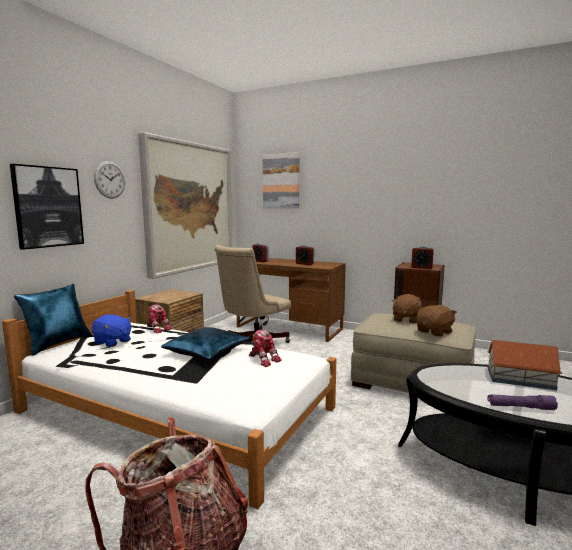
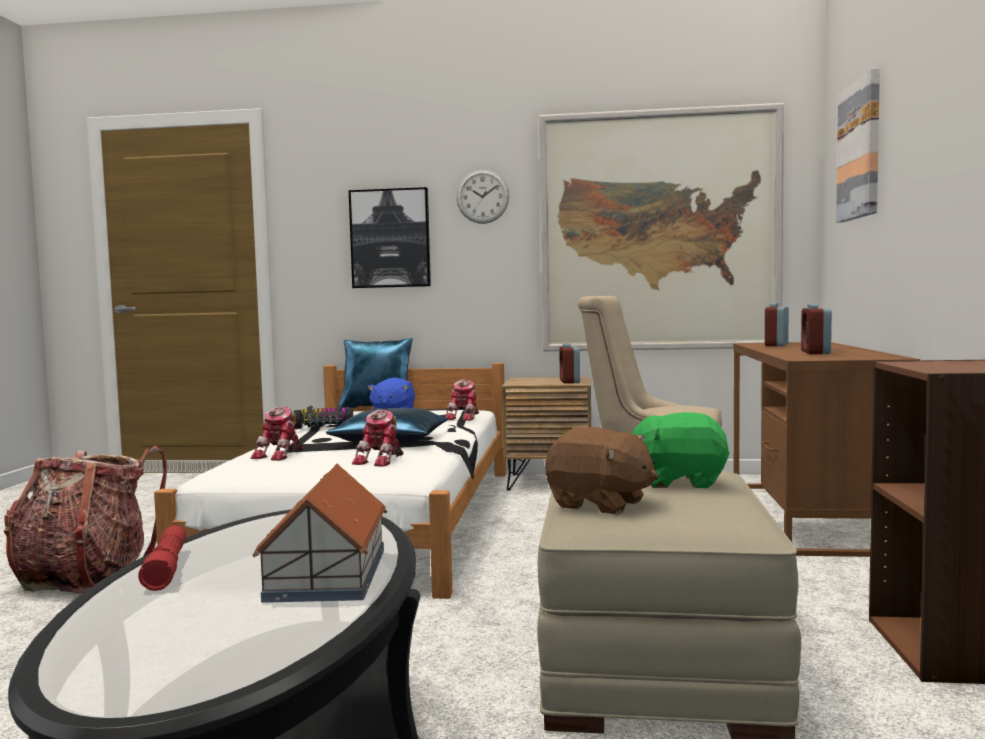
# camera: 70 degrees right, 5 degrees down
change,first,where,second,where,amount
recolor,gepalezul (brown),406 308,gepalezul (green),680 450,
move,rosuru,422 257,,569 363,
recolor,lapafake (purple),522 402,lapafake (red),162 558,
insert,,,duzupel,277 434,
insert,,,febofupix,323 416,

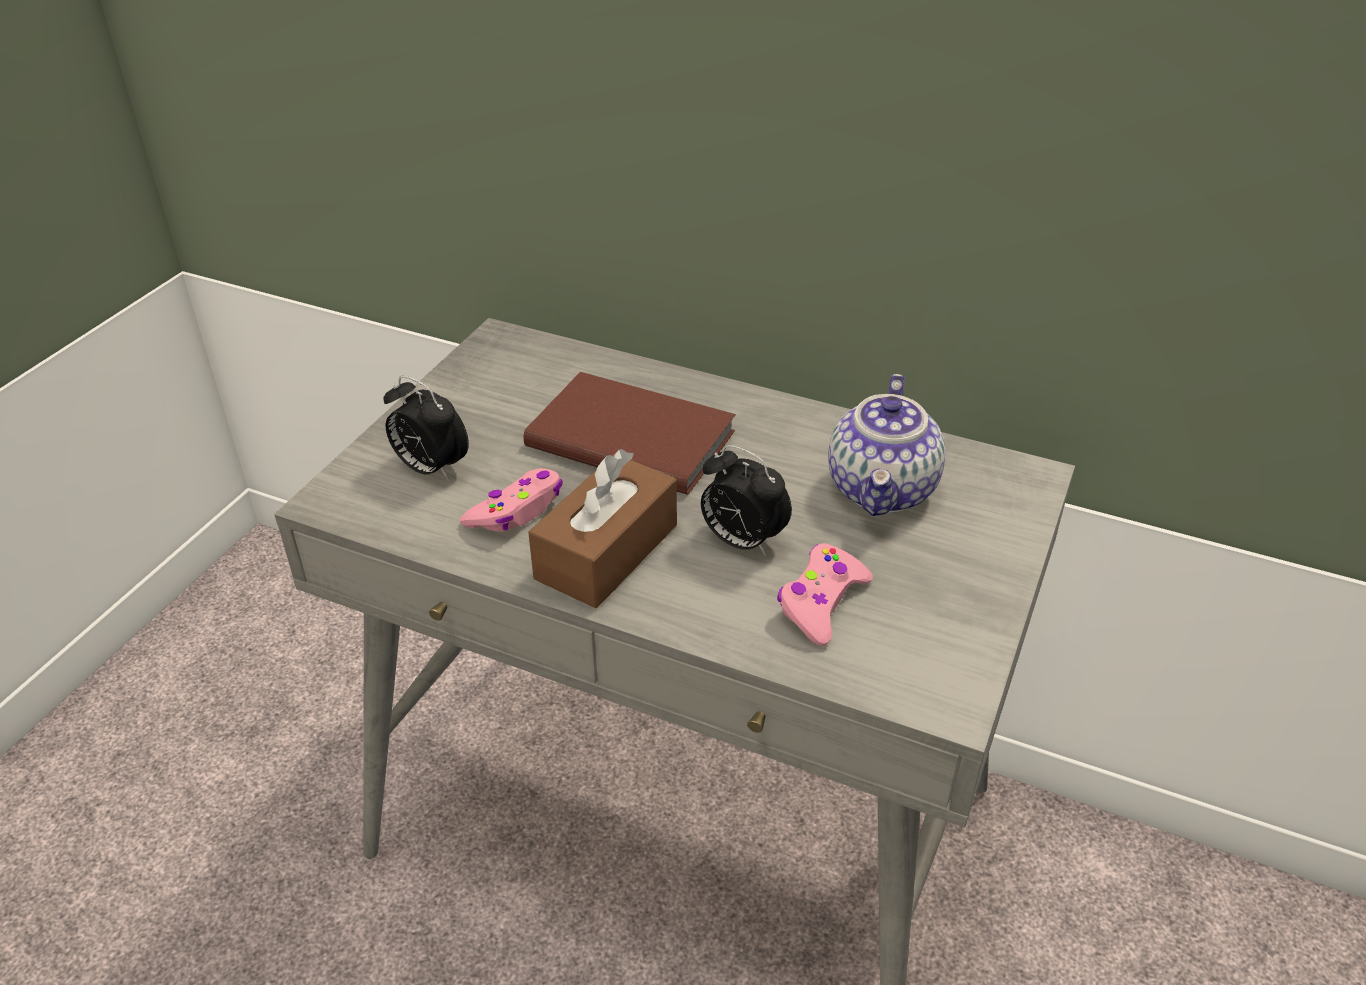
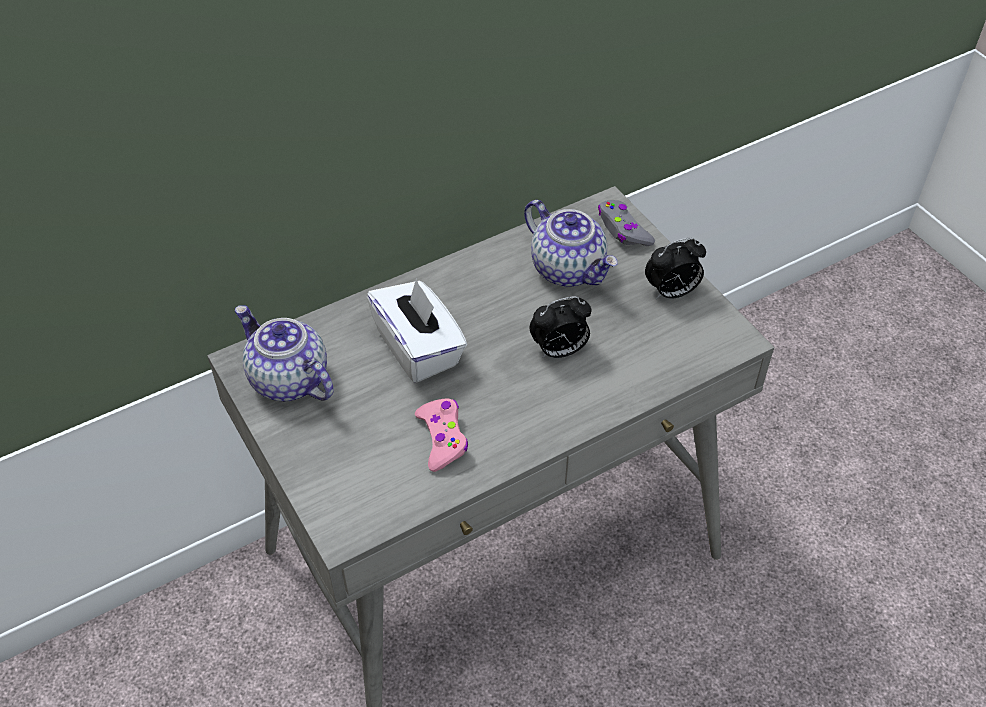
# camera: 55 degrees left, 10 degrees up
change,first,where,second,where,amount
move,rosuru,426 428,,675 268,
replace,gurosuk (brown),629 433,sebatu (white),417 330,
delete,sebatu (brown),602 528,,,
delete,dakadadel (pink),825 594,,,
insert,,,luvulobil,284 353,
insert,,,dakadadel (grey),626 223,

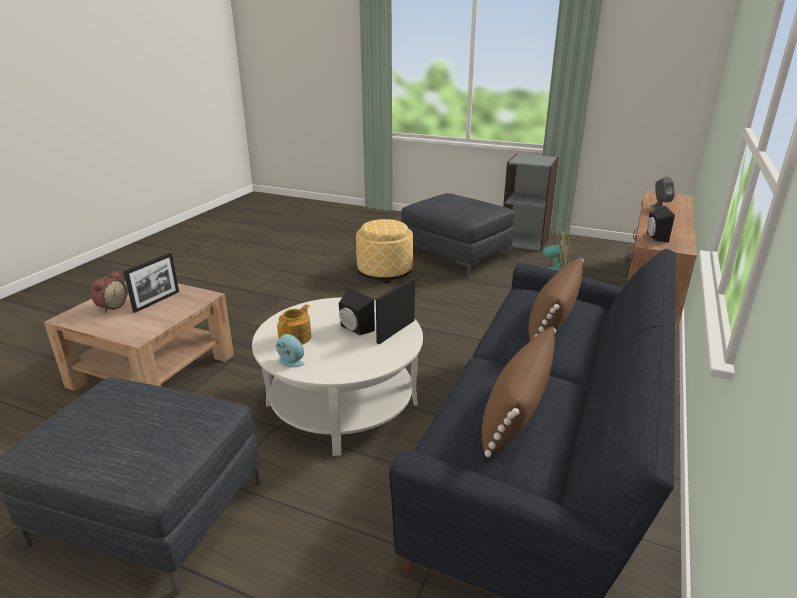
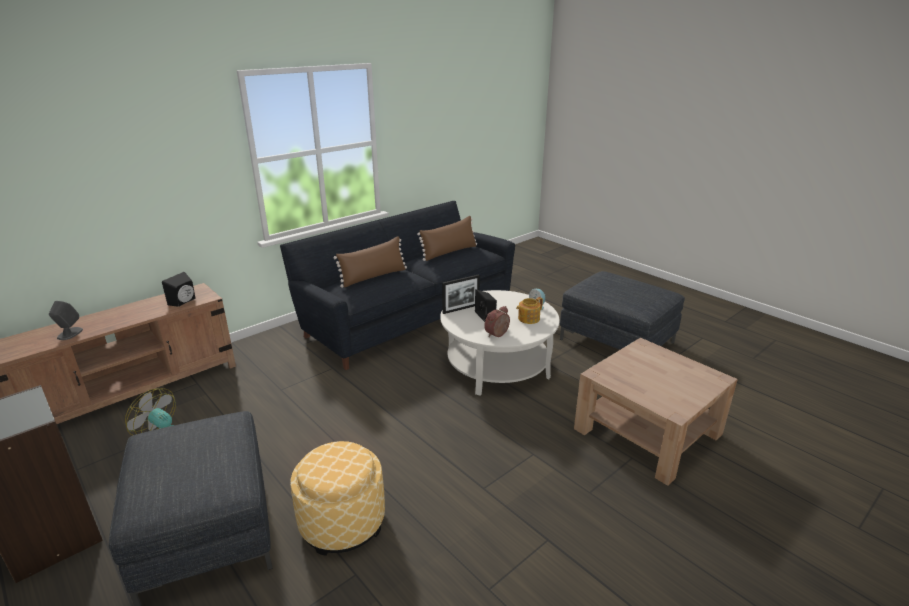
# camera: 155 degrees left, 0 degrees up
change,first,where,second,where,amount
move,rosuru,109 292,,497 321,
delete,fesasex,151 283,,,

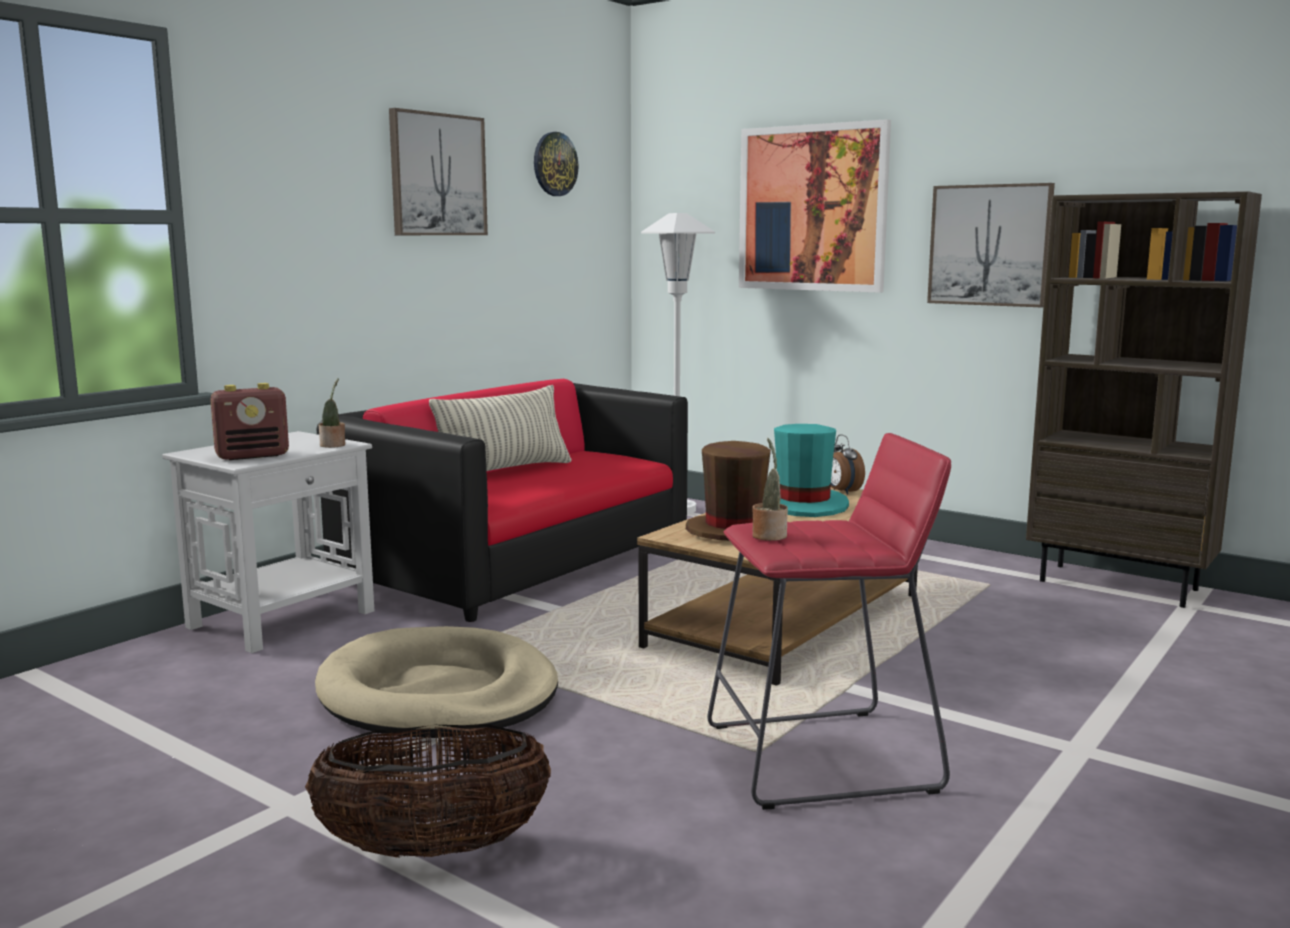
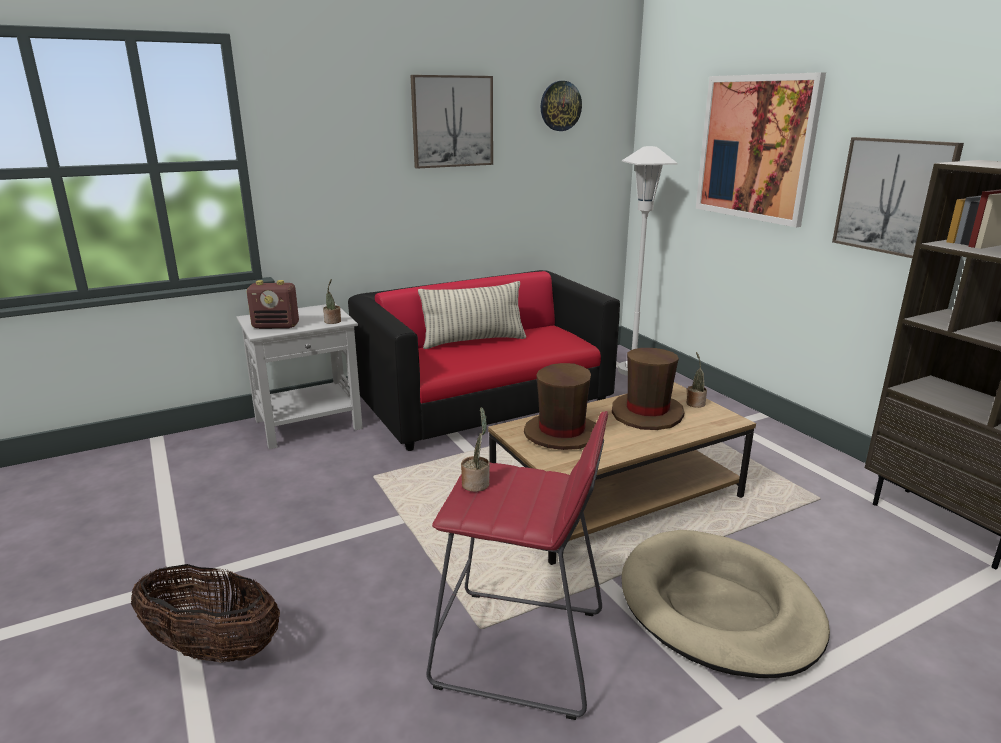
# camera: 25 degrees right, 10 degrees up
change,first,where,second,where,amount
move,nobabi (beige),436 682,,726 604,
recolor,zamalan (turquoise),811 470,zamalan (brown),648 389,
replace,rosuru,848 464,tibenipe,697 380,

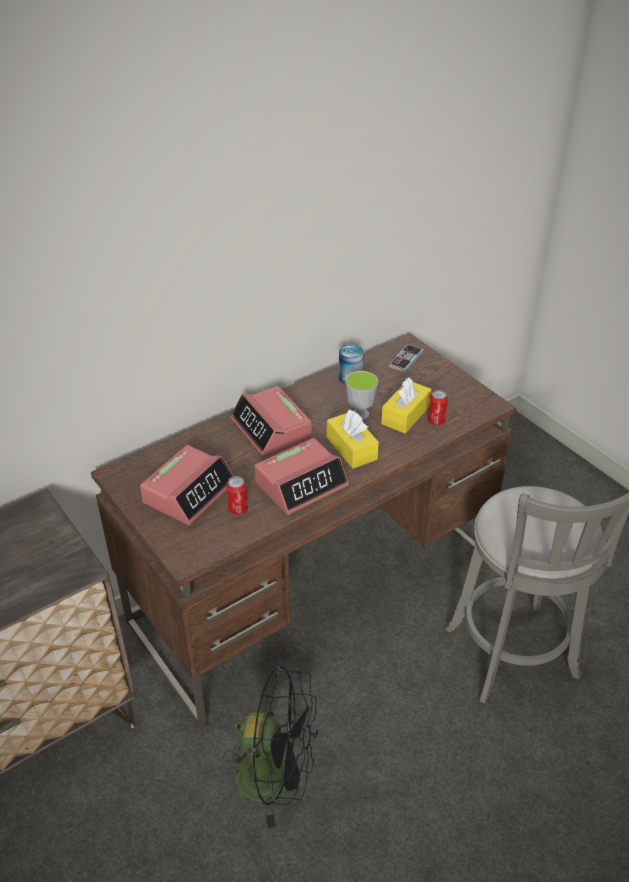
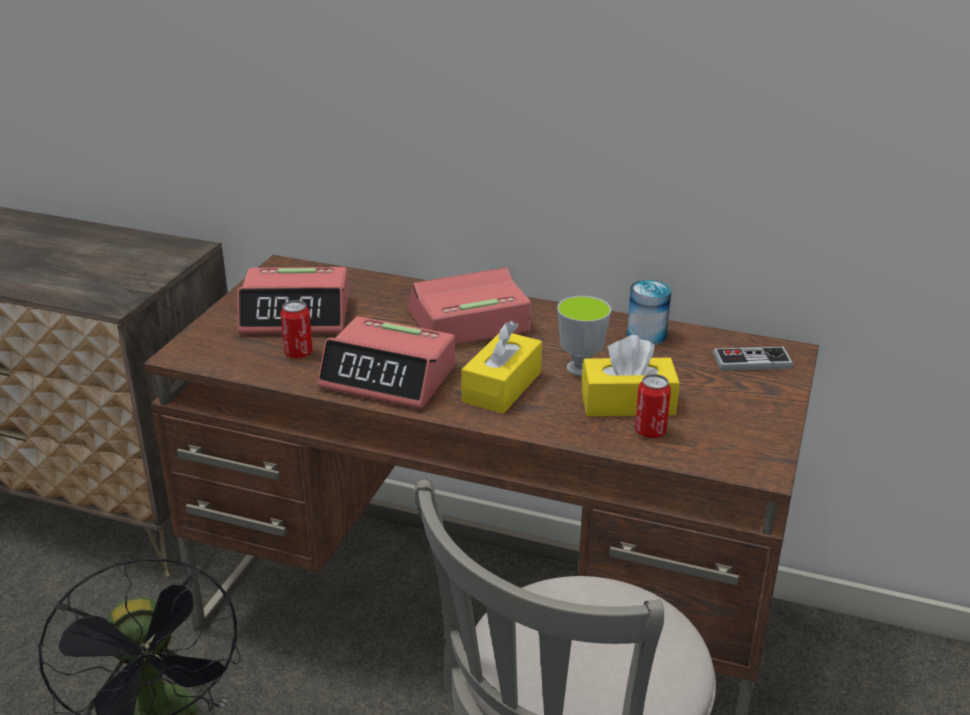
# camera: 55 degrees right, 10 degrees down
change,first,where,second,where,amount
rotate,rosuru,271 421,,469 306,45 degrees clockwise

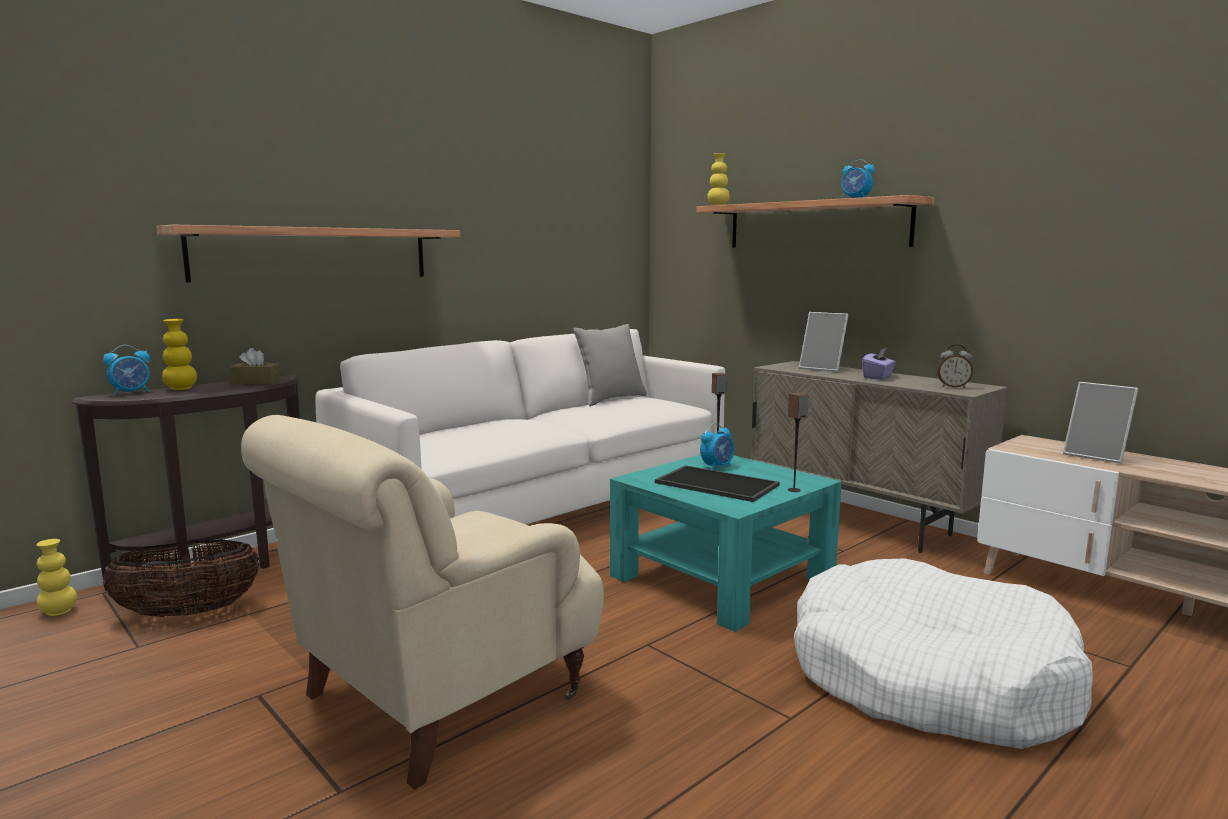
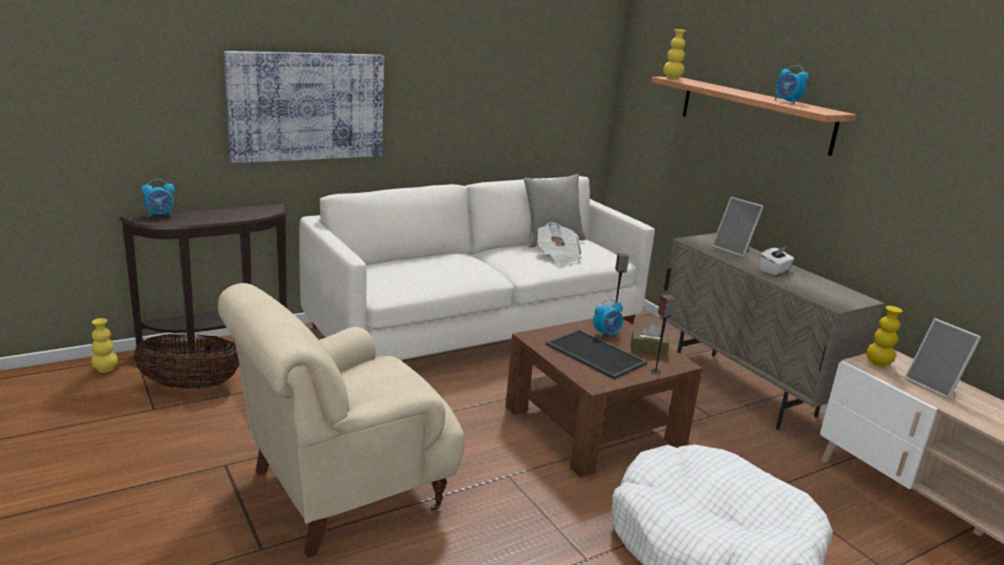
# camera: 10 degrees right, 10 degrees up
change,first,where,second,where,amount
replace,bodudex,308 254,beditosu,304 107,
move,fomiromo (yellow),179 354,,884 336,
move,sebatu (brown),254 366,,650 340,
recolor,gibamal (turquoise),725 543,gibamal (brown),604 398,
recolor,sebatu (purple),879 364,sebatu (white),777 260,
delete,rosuru,955 366,,,
insert,,,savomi,559 243,

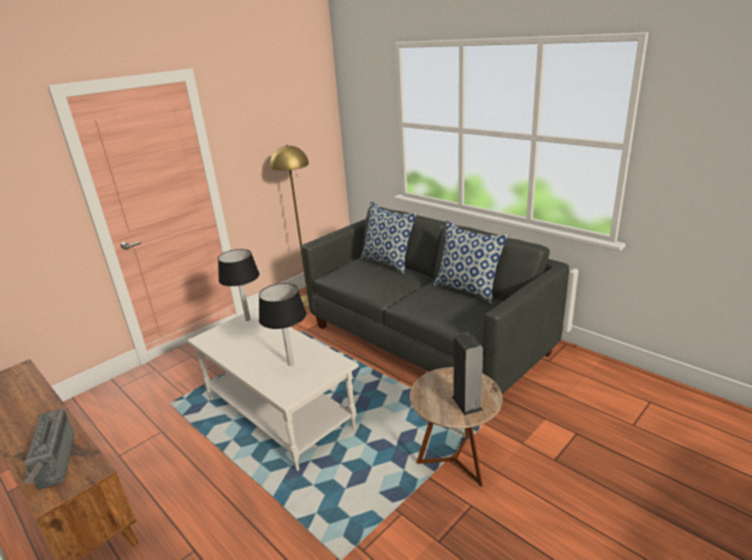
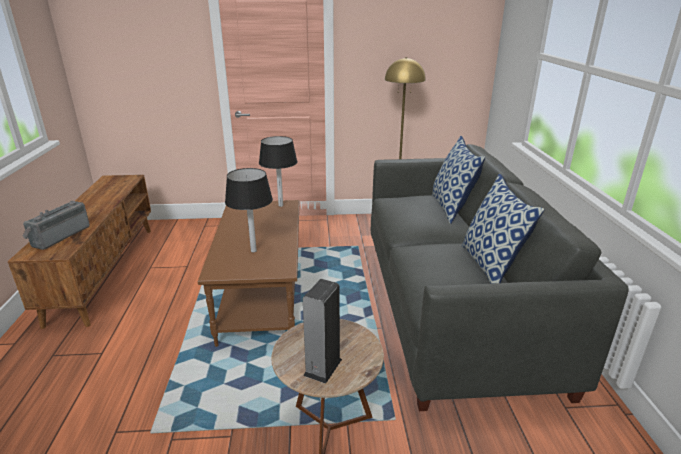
# camera: 40 degrees right, 0 degrees up
change,first,where,second,where,amount
recolor,gibamal (white),273 389,gibamal (brown),248 273,

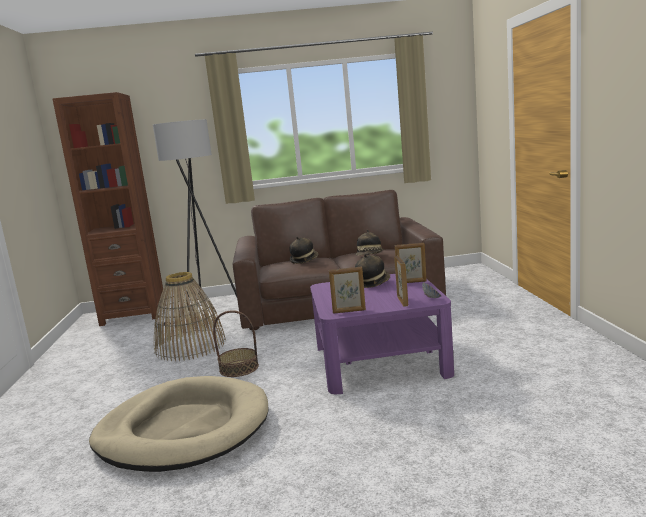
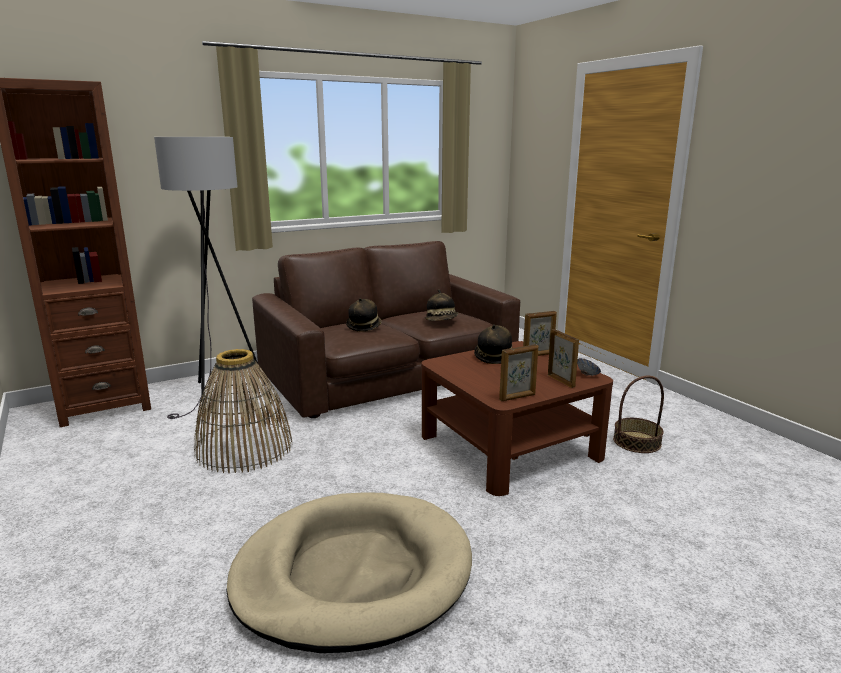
# camera: 25 degrees left, 5 degrees up
change,first,where,second,where,amount
move,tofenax,236 343,,638 414,
recolor,gibamal (purple),382 334,gibamal (brown),517 418,

